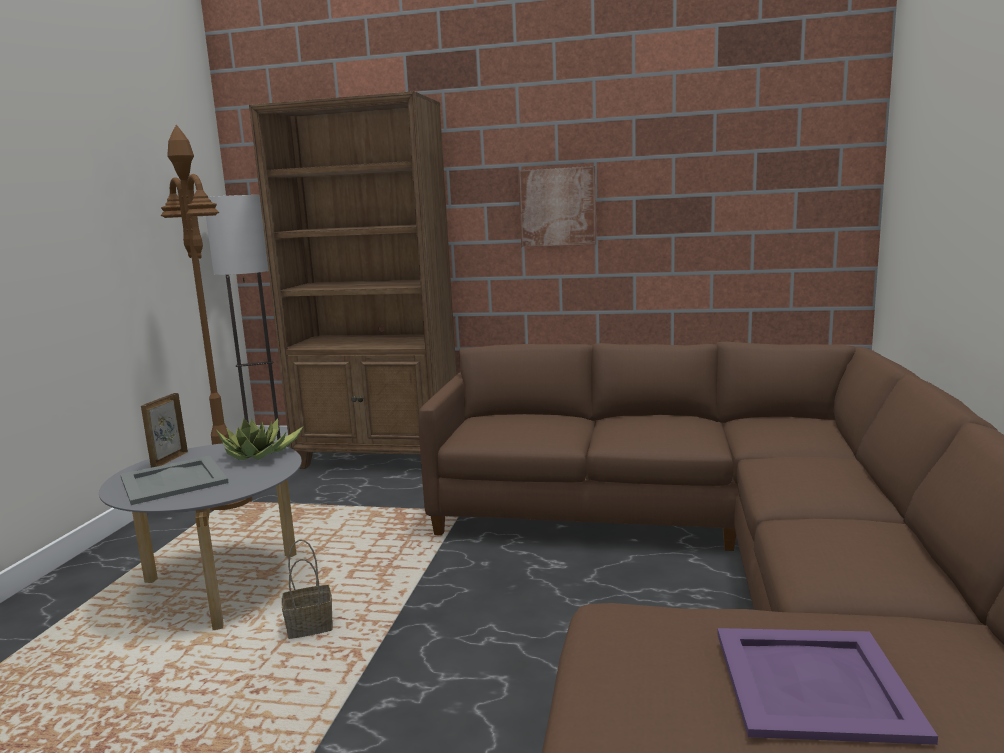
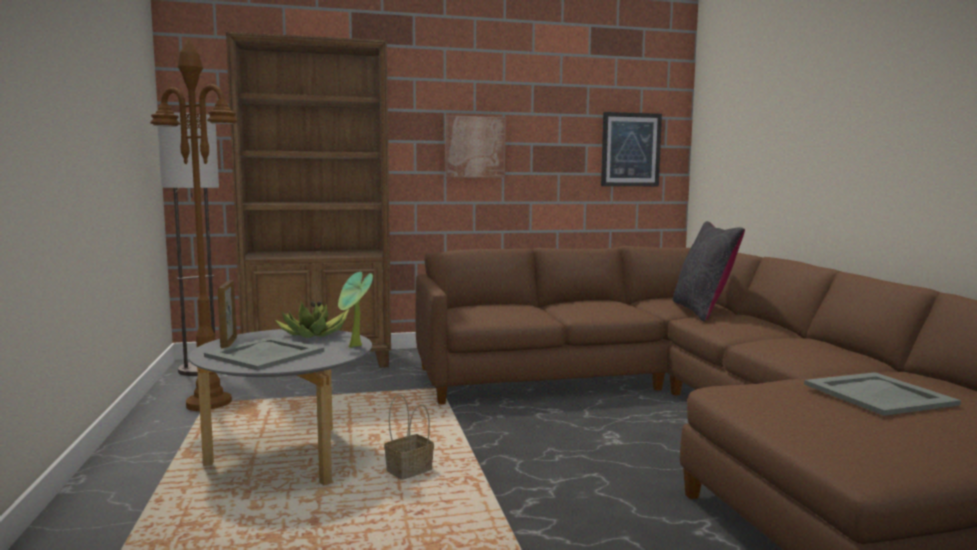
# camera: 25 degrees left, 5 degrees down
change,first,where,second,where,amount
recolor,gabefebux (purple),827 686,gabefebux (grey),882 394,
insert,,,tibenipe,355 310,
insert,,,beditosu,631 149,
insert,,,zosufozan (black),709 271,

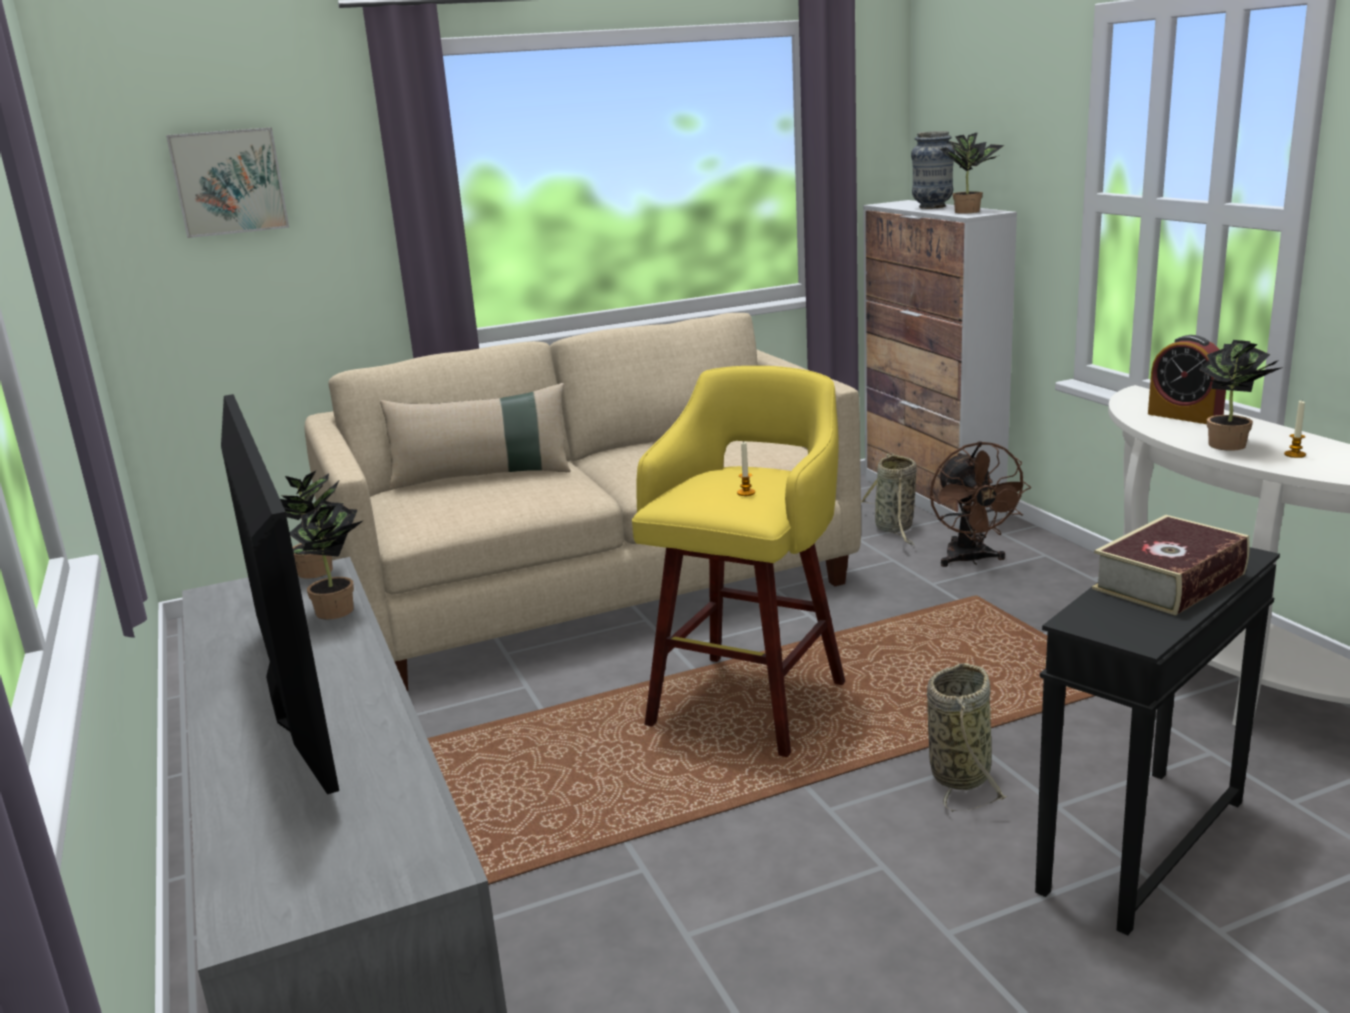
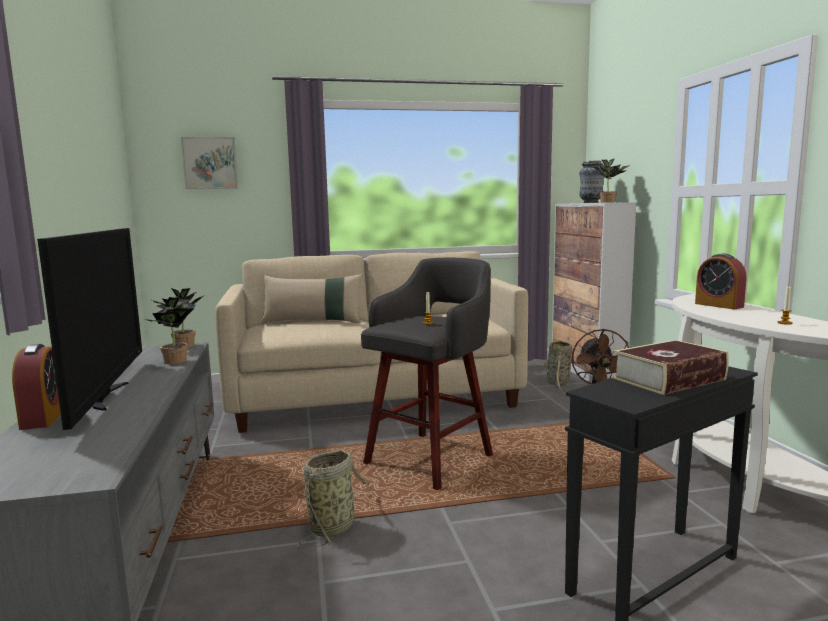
# camera: 10 degrees right, 10 degrees down
change,first,where,second,where,amount
recolor,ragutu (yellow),738 561,ragutu (grey),427 374,
move,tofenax,967 737,,334 499,
delete,tibenipe,1241 395,,,
insert,,,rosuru,36 387,

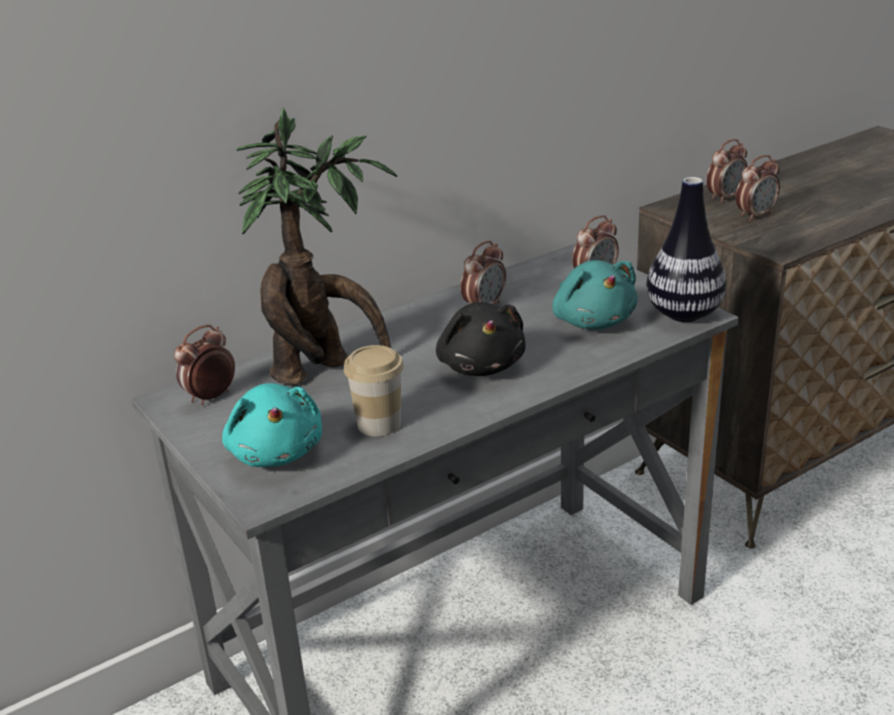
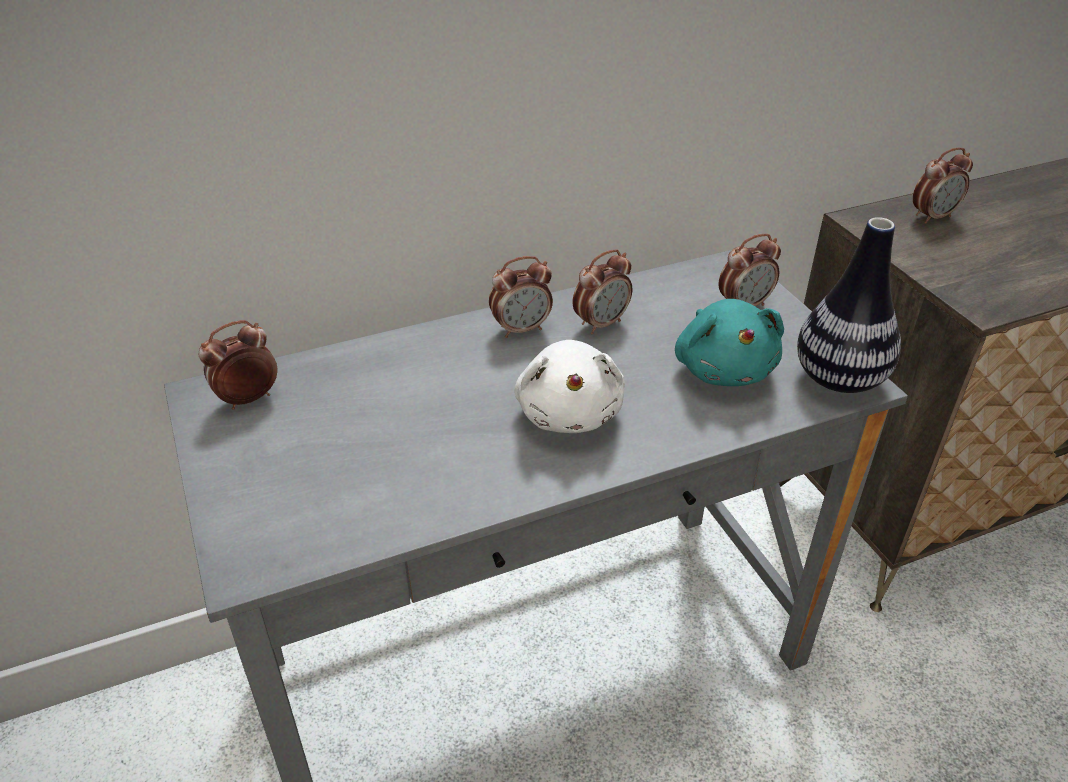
# camera: 10 degrees right, 10 degrees up
change,first,where,second,where,amount
delete,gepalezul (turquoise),272 425,,,
delete,tibenipe,317 246,,,
delete,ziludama,374 390,,,
recolor,gepalezul (black),481 339,gepalezul (white),569 386,
move,rosuru,758 188,,521 297,

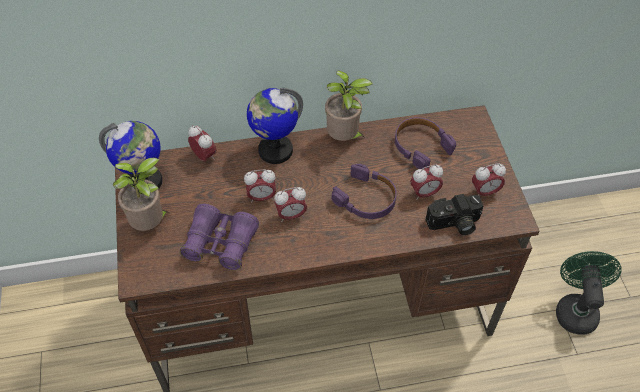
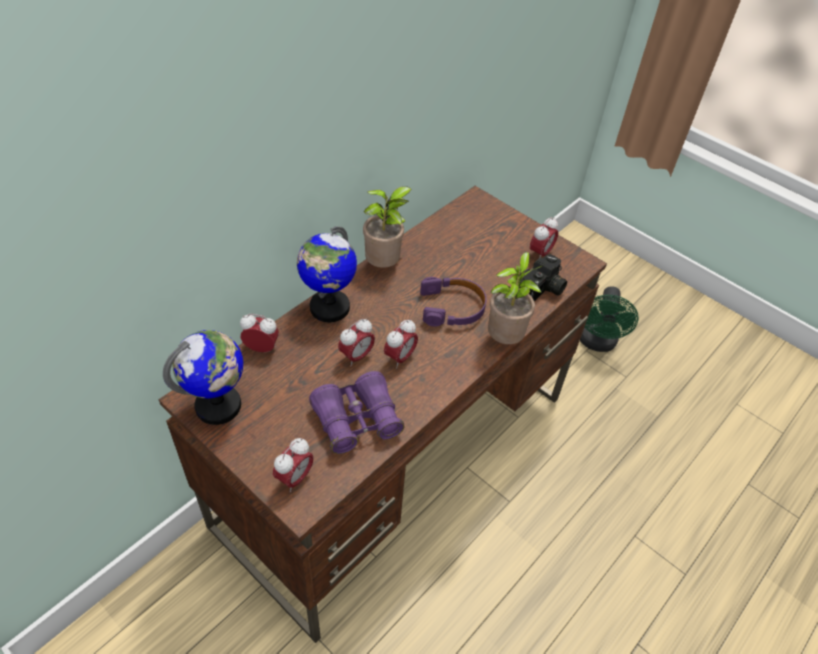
# camera: 40 degrees left, 5 degrees down
change,first,where,second,where,amount
move,tibenipe,141 194,,516 298,
delete,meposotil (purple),425 143,,,
move,rosuru,426 182,,293 465,
rotate,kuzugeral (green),589 292,,609 319,135 degrees counterclockwise

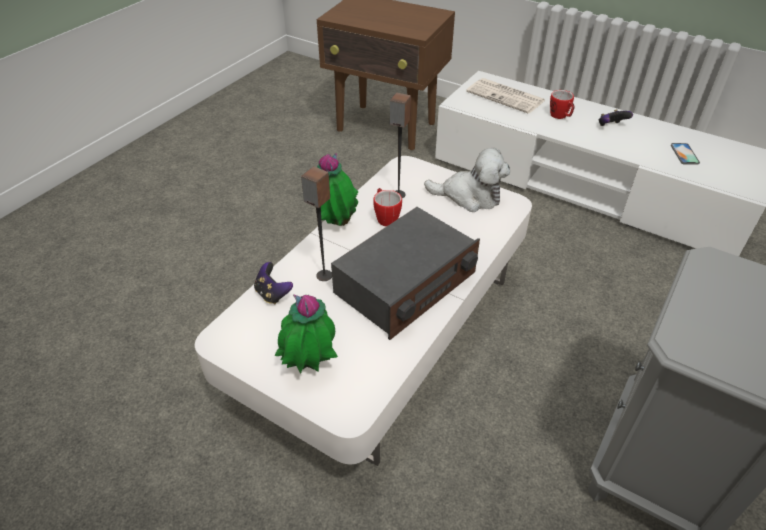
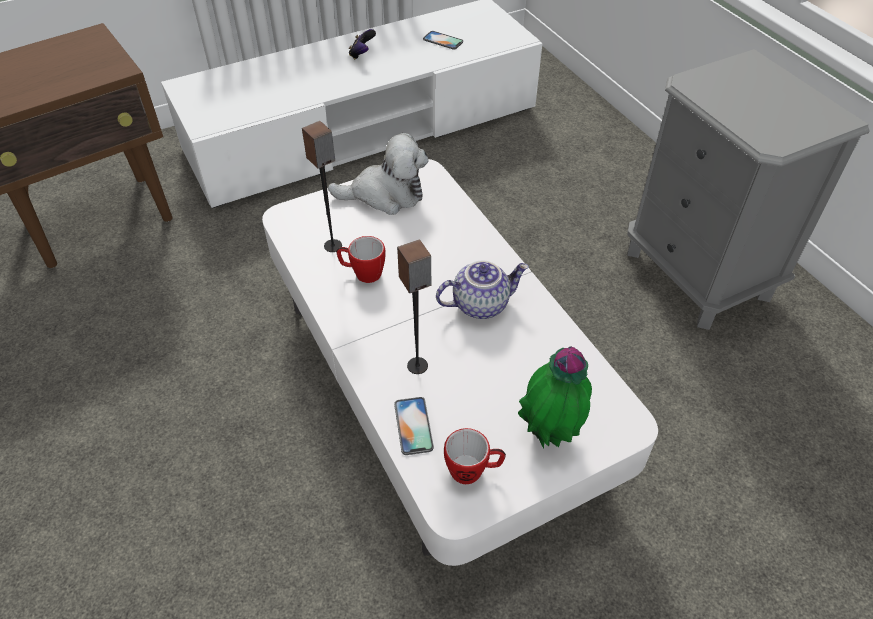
# camera: 60 degrees left, 5 degrees up
change,first,where,second,where,amount
replace,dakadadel,273 283,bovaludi,414 426,
delete,tibenipe,337 189,,,
replace,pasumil,405 273,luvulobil,482 290,
rotate,gepalezul,467 180,,378 174,45 degrees clockwise
delete,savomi,505 96,,,
move,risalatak,562 104,,475 456,

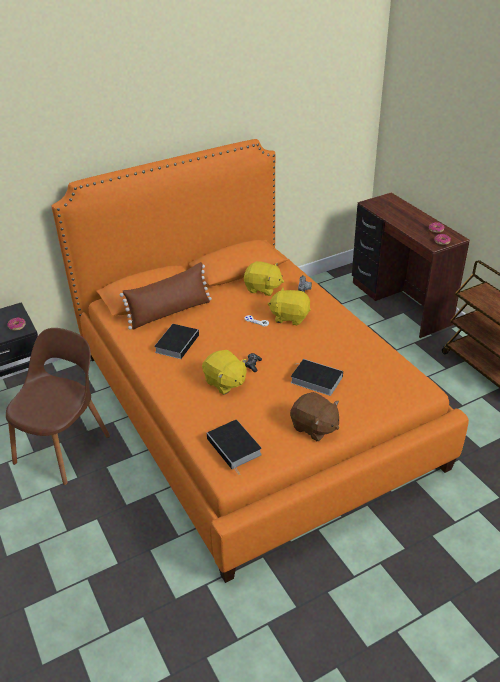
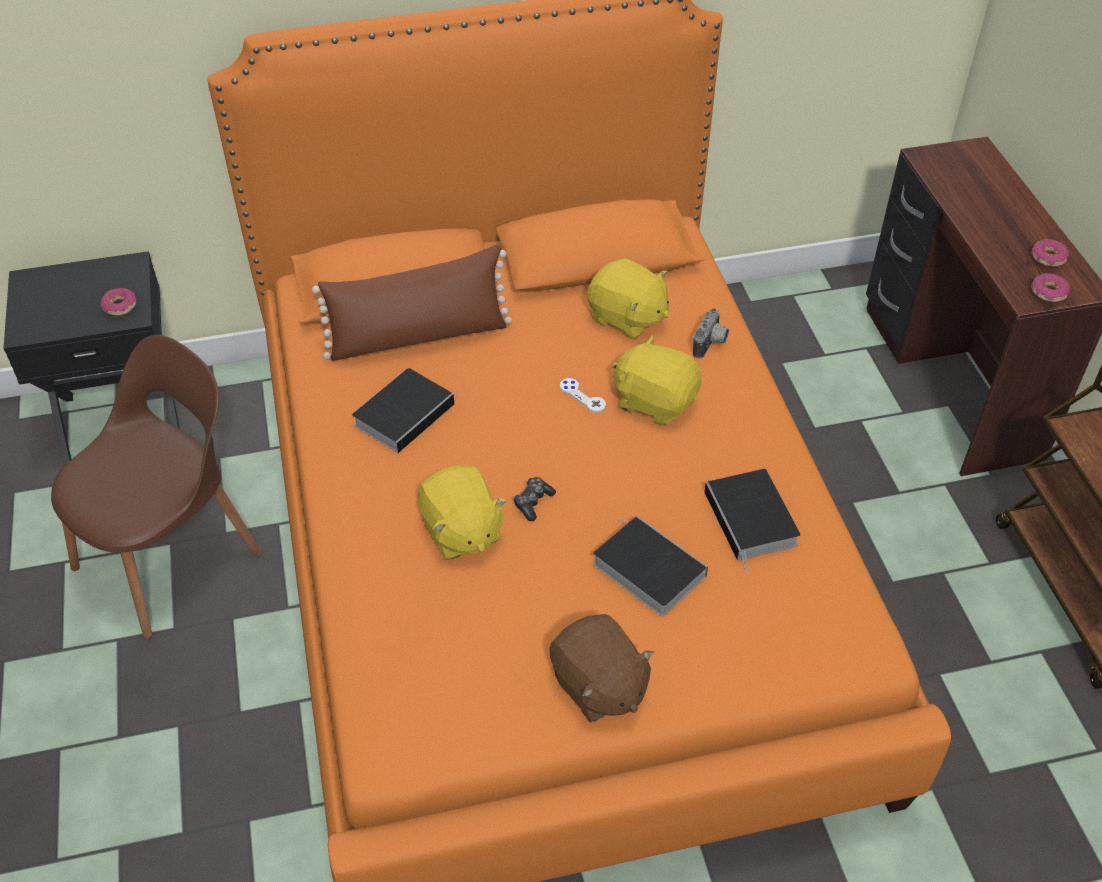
# camera: 15 degrees right, 10 degrees up
change,first,where,second,where,amount
move,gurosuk,234 447,,752 521,

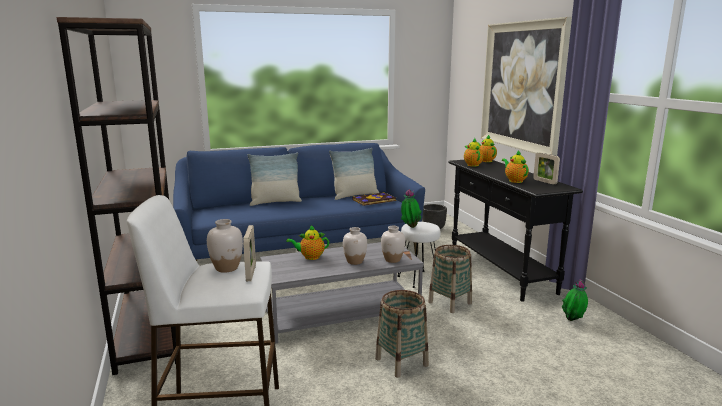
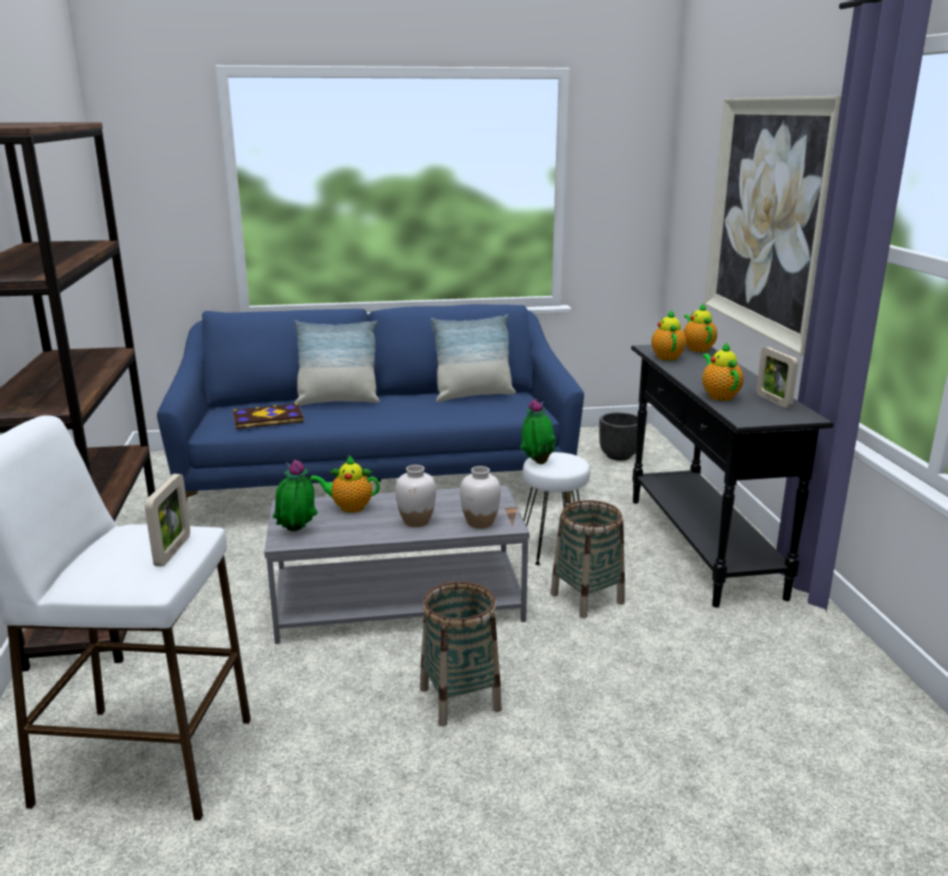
# camera: 10 degrees right, 5 degrees up
change,first,where,second,where,amount
delete,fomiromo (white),225 246,,,
move,gurosuk,374 199,,268 416,
move,tibenipe,575 300,,295 496,

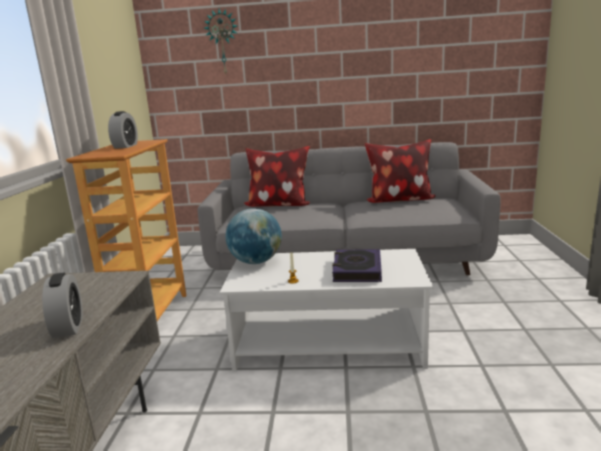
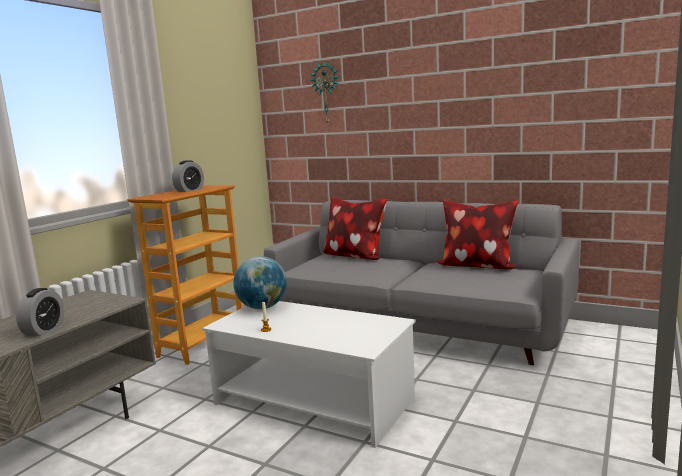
# camera: 25 degrees right, 5 degrees down
change,first,where,second,where,amount
delete,gurosuk,357 265,,,

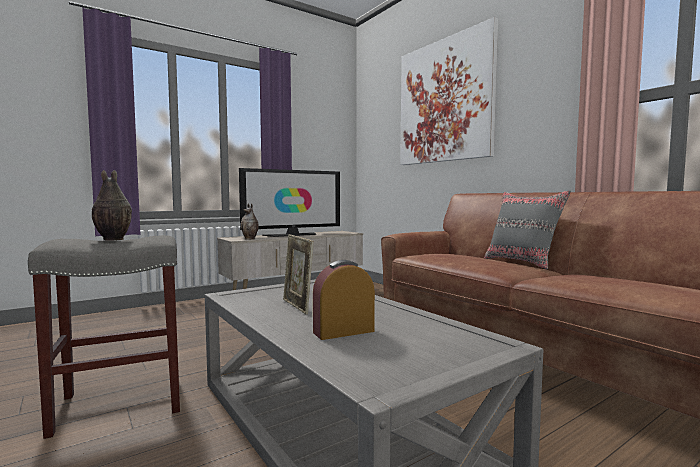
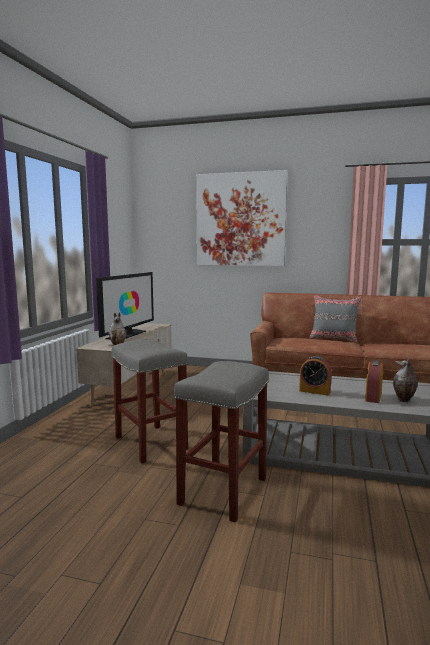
# camera: 40 degrees left, 5 degrees up
change,first,where,second,where,amount
move,fomiromo,112 205,,405 378,
replace,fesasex,298 274,rosuru,315 376,
insert,,,ragutu (grey),149 401,

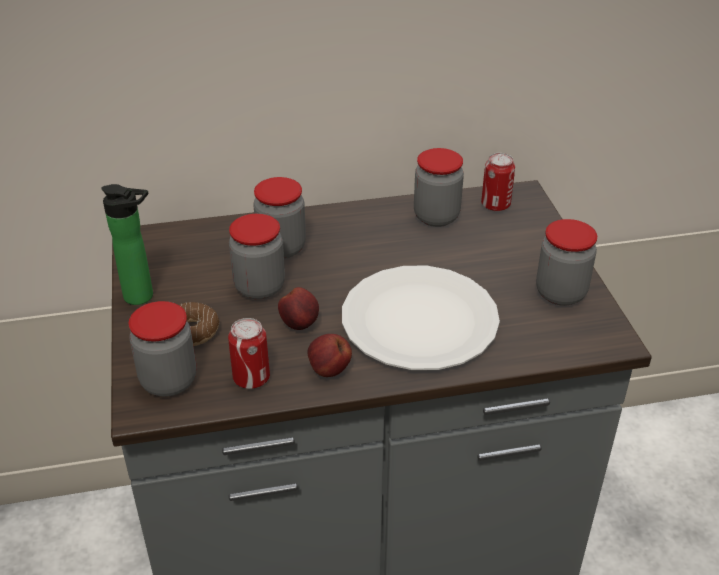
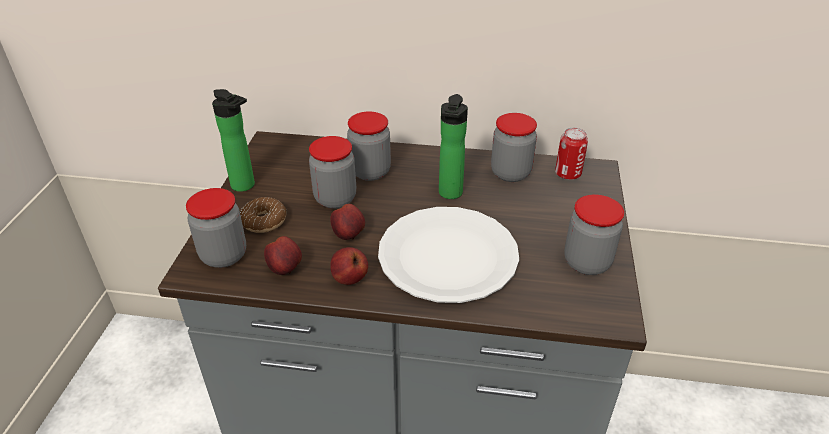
# camera: 20 degrees right, 0 degrees up
change,first,where,second,where,amount
replace,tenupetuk,249 353,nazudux,283 255,
insert,,,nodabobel,453 146,

